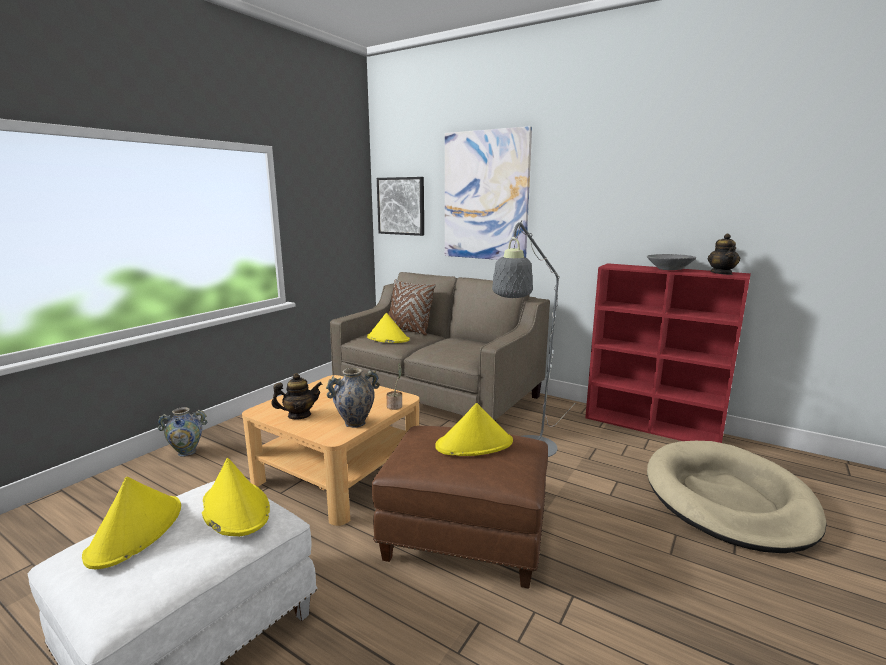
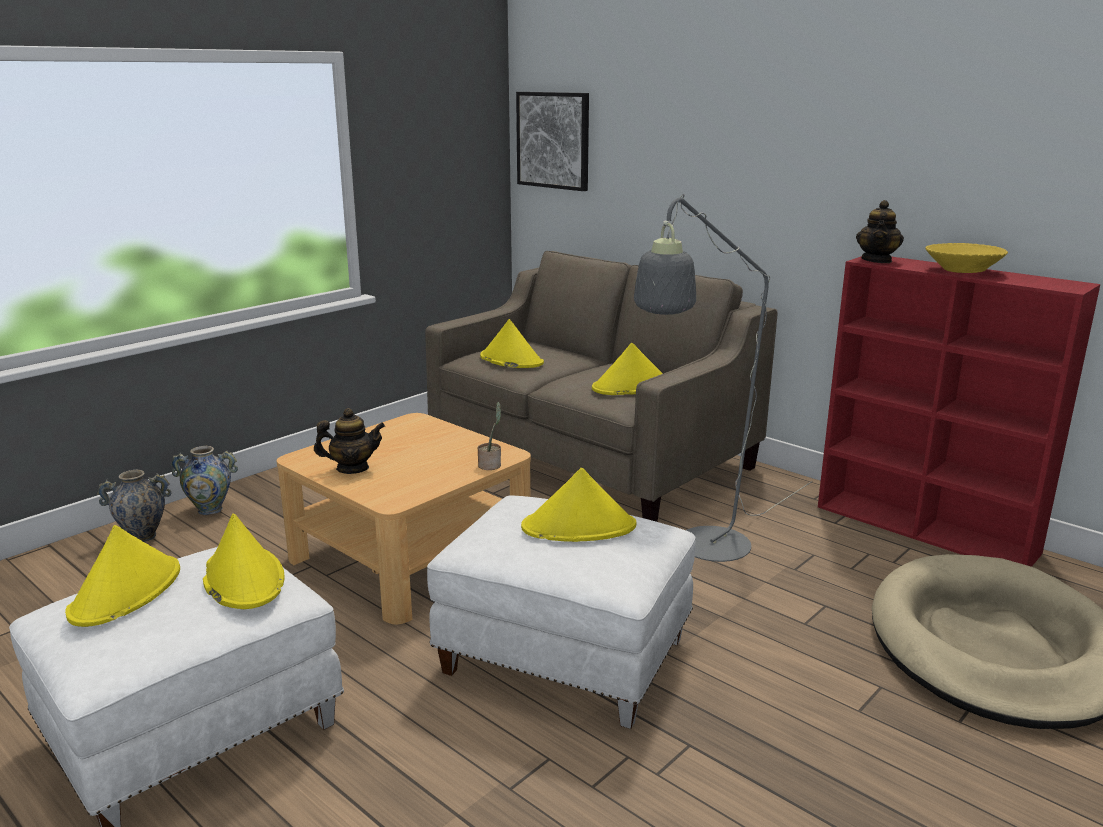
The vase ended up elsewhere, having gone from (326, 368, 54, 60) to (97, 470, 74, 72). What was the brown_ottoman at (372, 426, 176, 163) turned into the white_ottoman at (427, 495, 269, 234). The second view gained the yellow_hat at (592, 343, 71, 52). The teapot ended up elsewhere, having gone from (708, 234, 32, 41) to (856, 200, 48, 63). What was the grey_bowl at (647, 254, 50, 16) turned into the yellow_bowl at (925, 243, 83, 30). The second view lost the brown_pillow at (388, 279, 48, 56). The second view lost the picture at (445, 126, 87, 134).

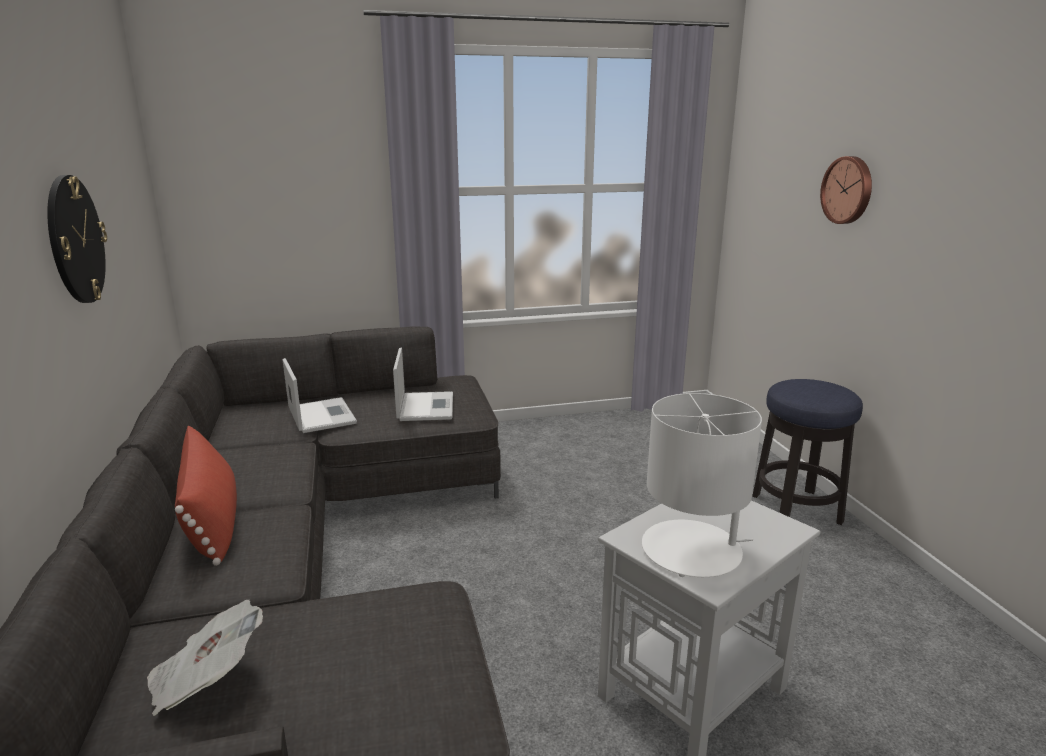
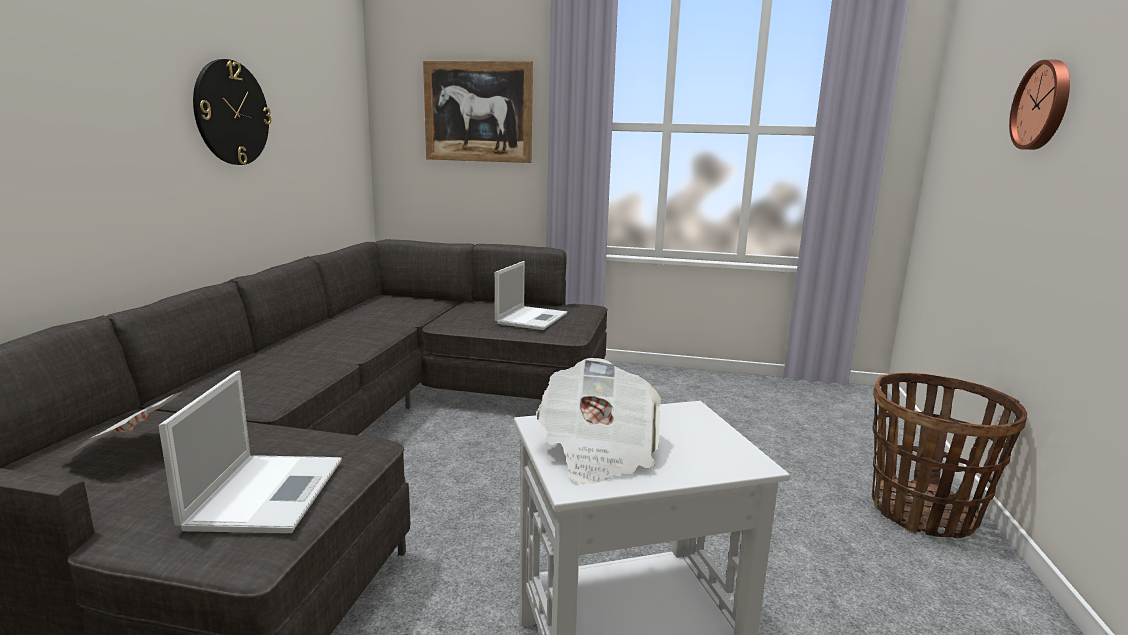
The laptop ended up elsewhere, having gone from (283, 358, 74, 75) to (159, 370, 183, 163). The second view gained the picture at (423, 61, 110, 102). Where the white_table_lamp stood at (642, 393, 120, 184), the newspaper came to stand at (536, 358, 125, 126). Where the stool stood at (752, 379, 111, 146), the basket came to stand at (872, 372, 155, 166). The second view lost the red_pillow at (175, 426, 62, 140).

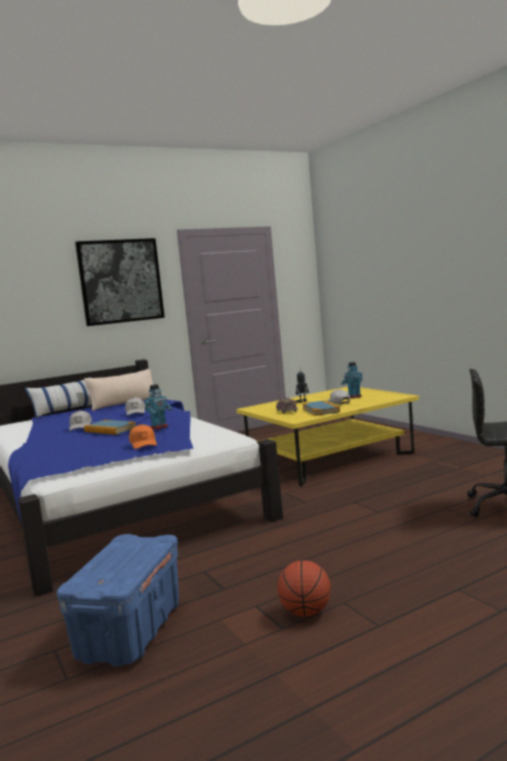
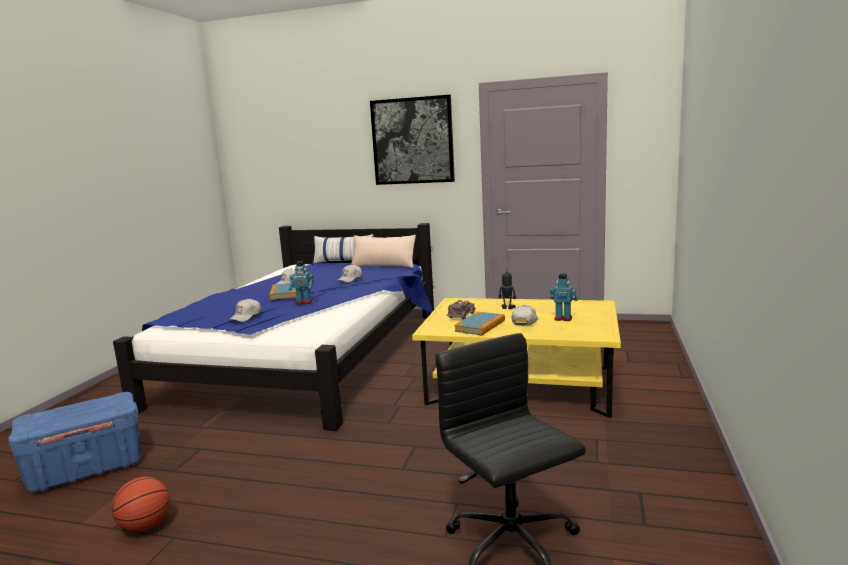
What was the orange_cap at (129, 424, 28, 25) turned into the white_cap at (229, 298, 32, 24).

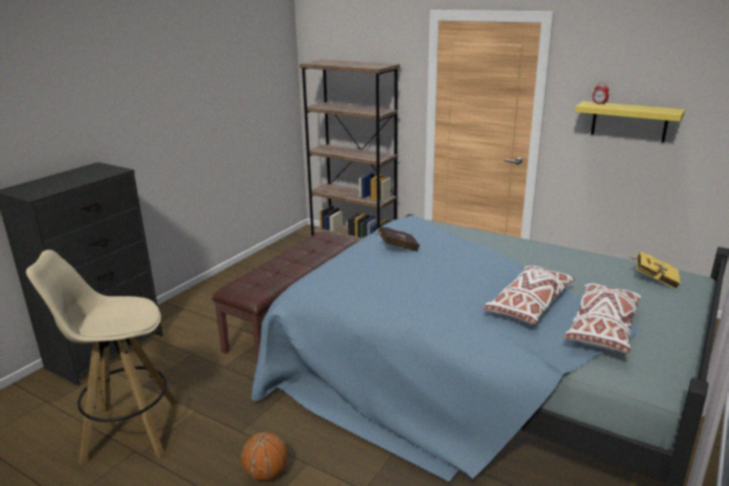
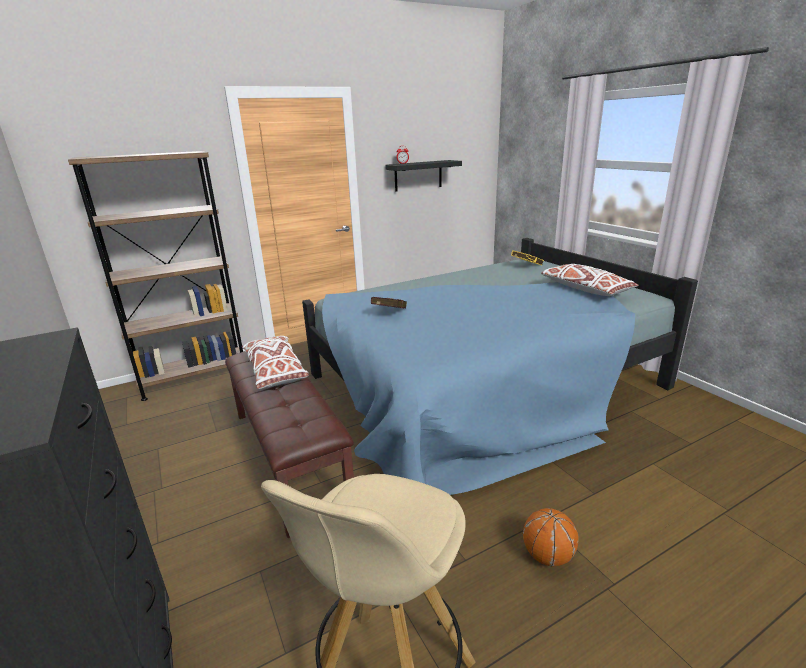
The white_pillow ended up elsewhere, having gone from (483, 266, 92, 58) to (242, 336, 67, 53). What was the yellow_shelf at (575, 101, 110, 41) turned into the black_shelf at (385, 160, 77, 32).

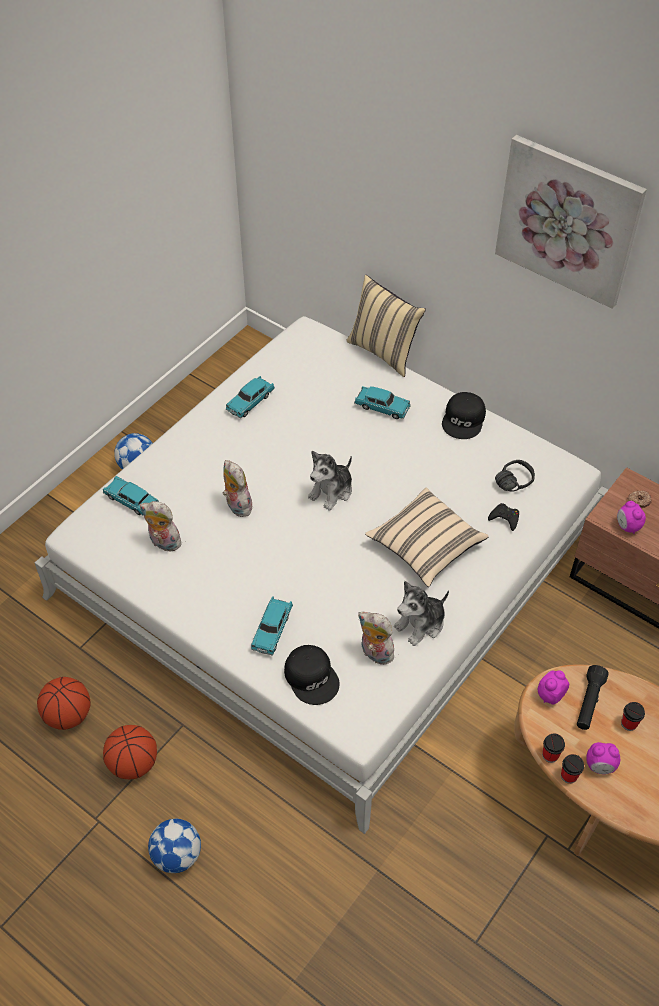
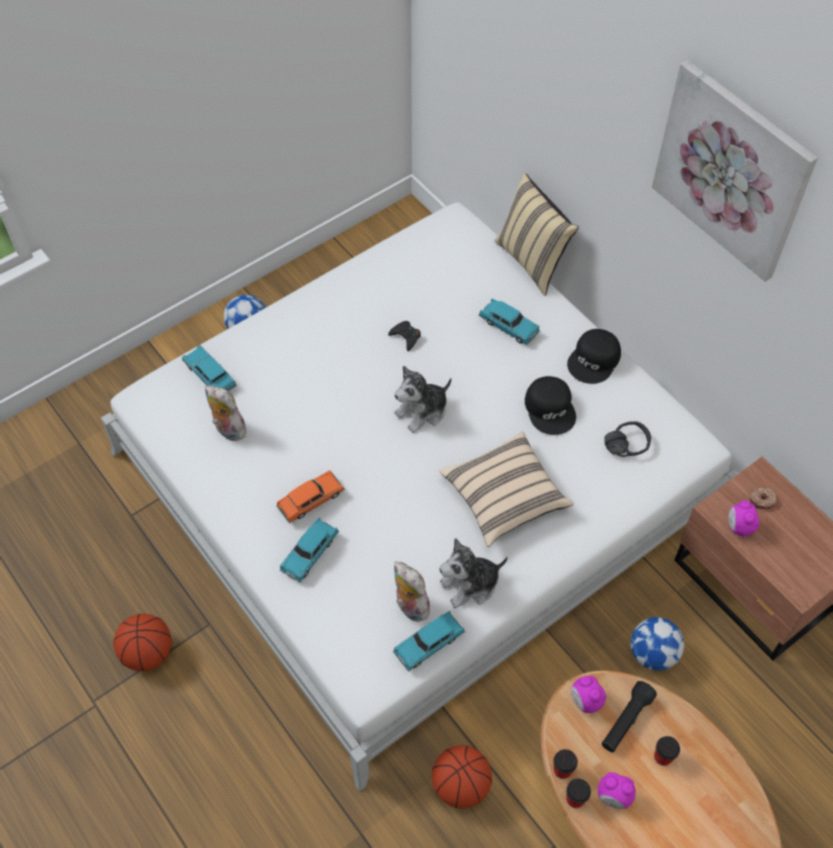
The second view gained the orange_toy_car at (276, 470, 69, 54). The black_game_controller ended up elsewhere, having gone from (488, 503, 31, 28) to (388, 321, 33, 30). The turquoise_toy_car ended up elsewhere, having gone from (226, 376, 49, 42) to (393, 611, 72, 61). The basketball ended up elsewhere, having gone from (37, 677, 54, 53) to (432, 745, 60, 63). The black_cap ended up elsewhere, having gone from (284, 645, 55, 60) to (525, 376, 51, 59). The alarm_clock at (538, 670, 31, 34) ended up facing another way, 90 degrees counterclockwise from before. The football ended up elsewhere, having gone from (148, 819, 53, 54) to (630, 617, 54, 54). The second view lost the plush_toy at (222, 460, 31, 57).

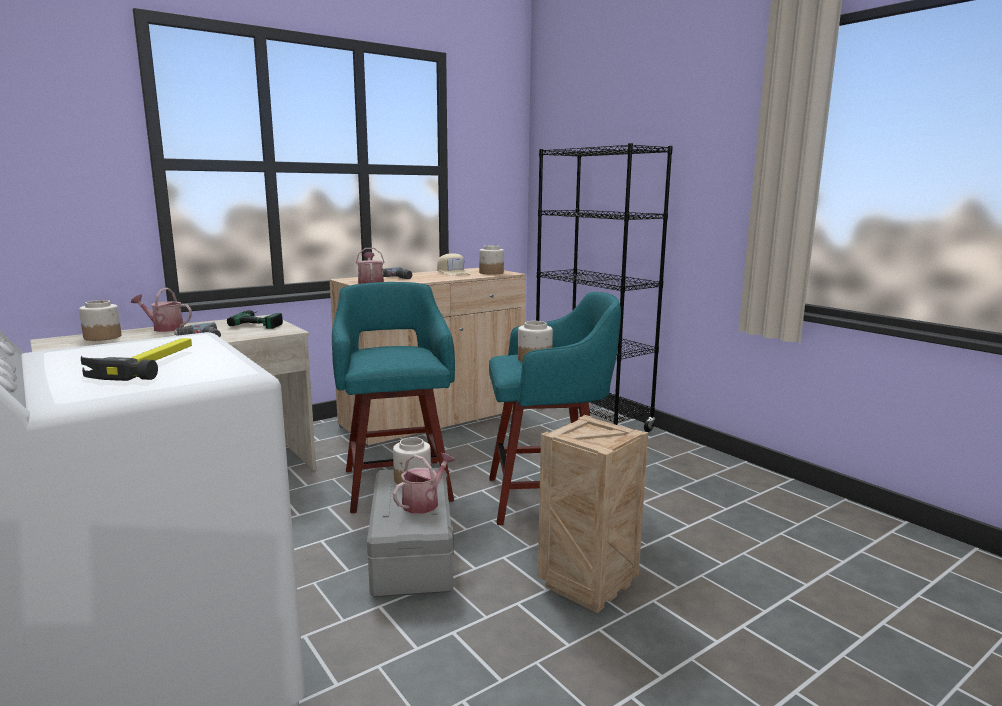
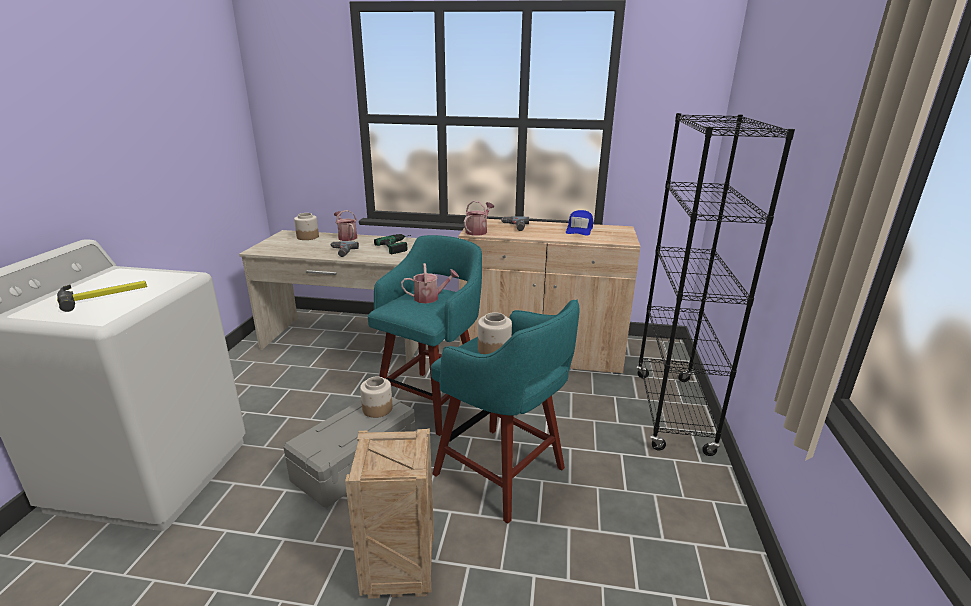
The watering_can ended up elsewhere, having gone from (393, 453, 62, 61) to (401, 263, 58, 41). What was the beige_cap at (437, 253, 35, 23) turned into the blue_cap at (566, 210, 27, 26). The second view lost the jar at (479, 245, 25, 30).

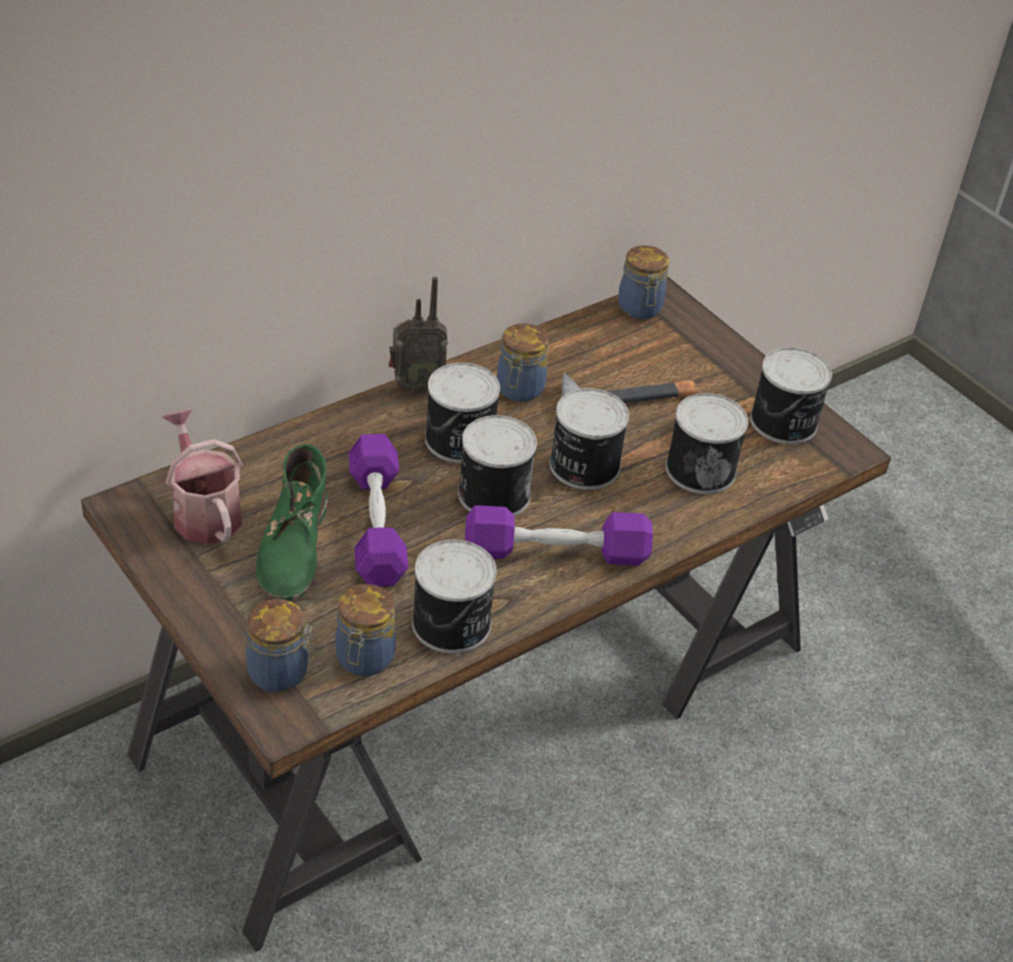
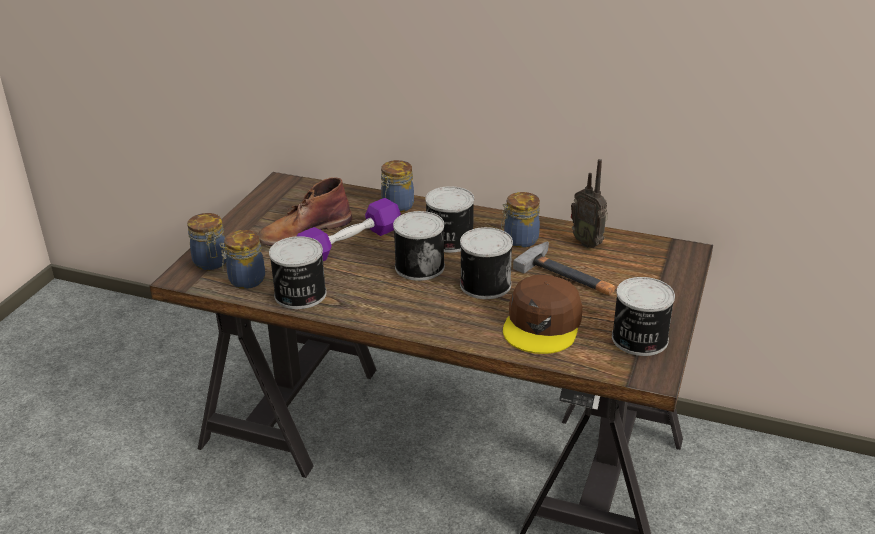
What was the green_boot at (256, 444, 72, 157) turned into the brown_boot at (258, 177, 94, 69). The jar ended up elsewhere, having gone from (618, 245, 51, 74) to (381, 160, 33, 52). Where the can stood at (666, 393, 82, 101), the brown_cap came to stand at (503, 275, 80, 79). The radio ended up elsewhere, having gone from (389, 277, 59, 117) to (571, 159, 37, 89). The second view lost the watering_can at (162, 409, 81, 135). The second view lost the purple_dumbbell at (465, 505, 188, 61).

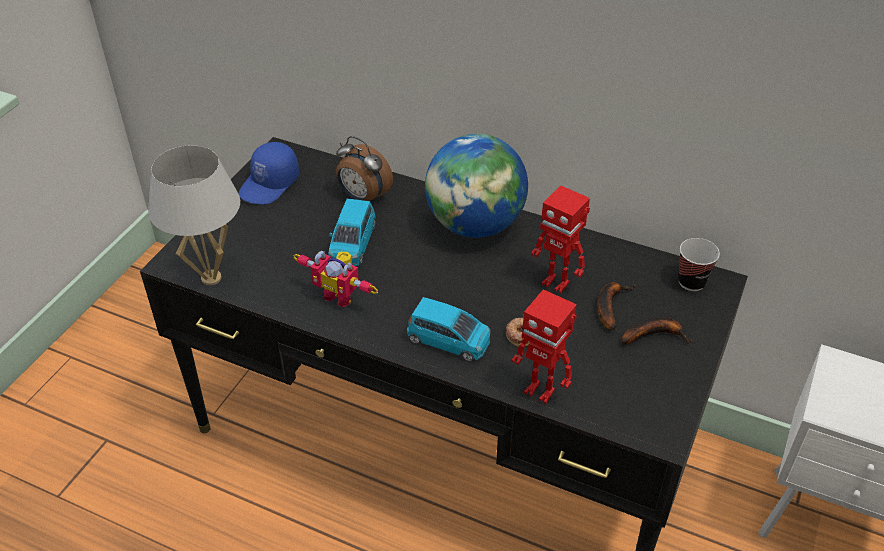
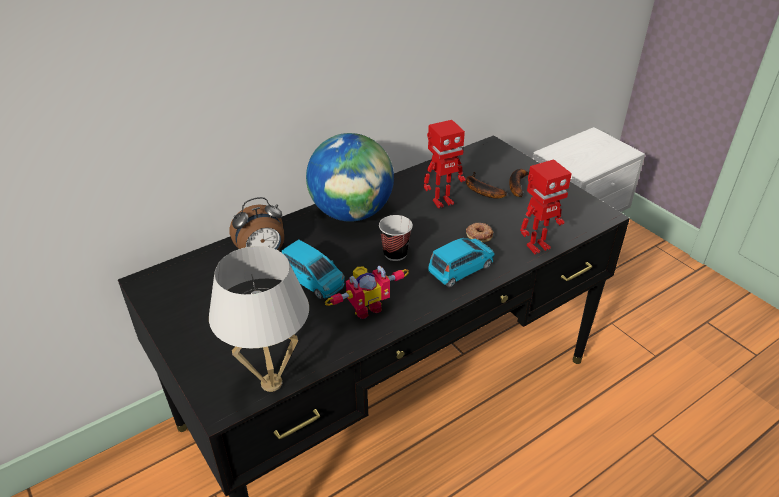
The cup ended up elsewhere, having gone from (678, 238, 42, 53) to (379, 215, 34, 46). The second view lost the blue_cap at (238, 142, 61, 63).

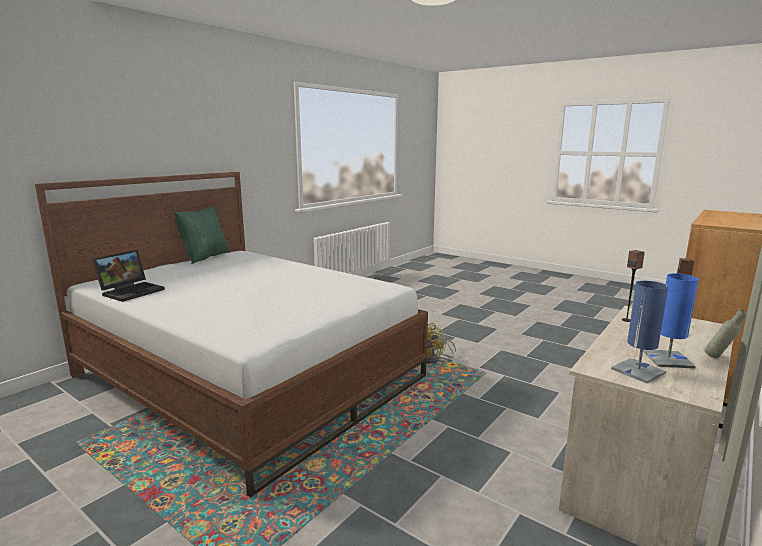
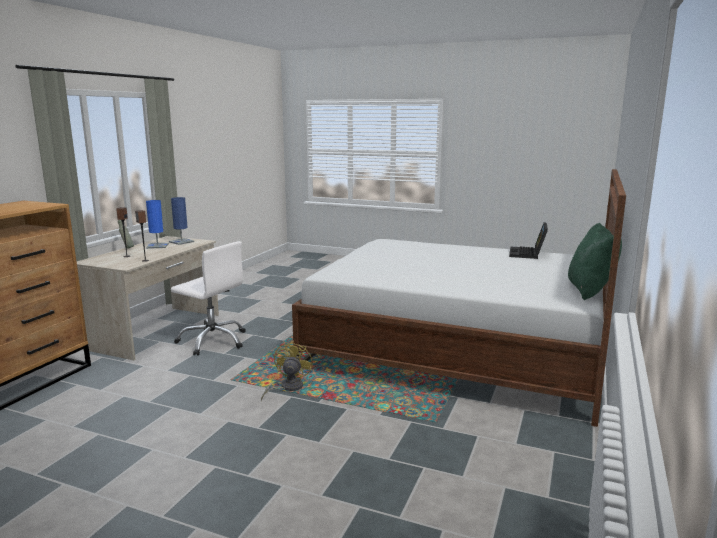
The second view gained the white_office_chair at (171, 241, 75, 115).

